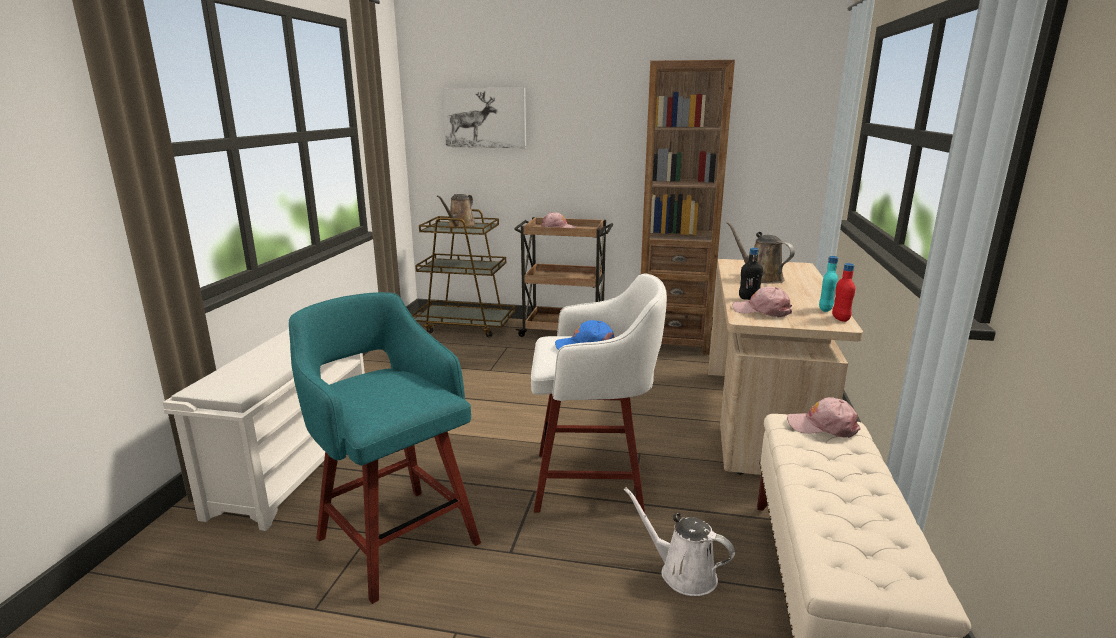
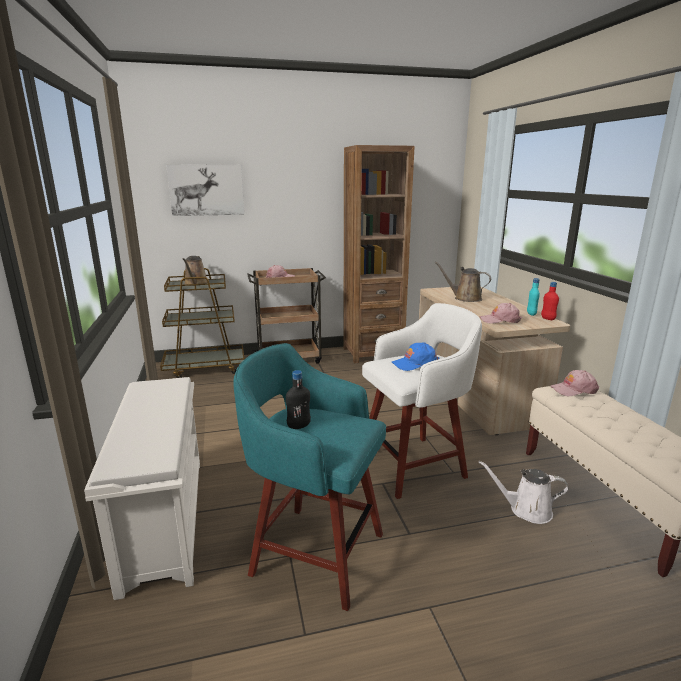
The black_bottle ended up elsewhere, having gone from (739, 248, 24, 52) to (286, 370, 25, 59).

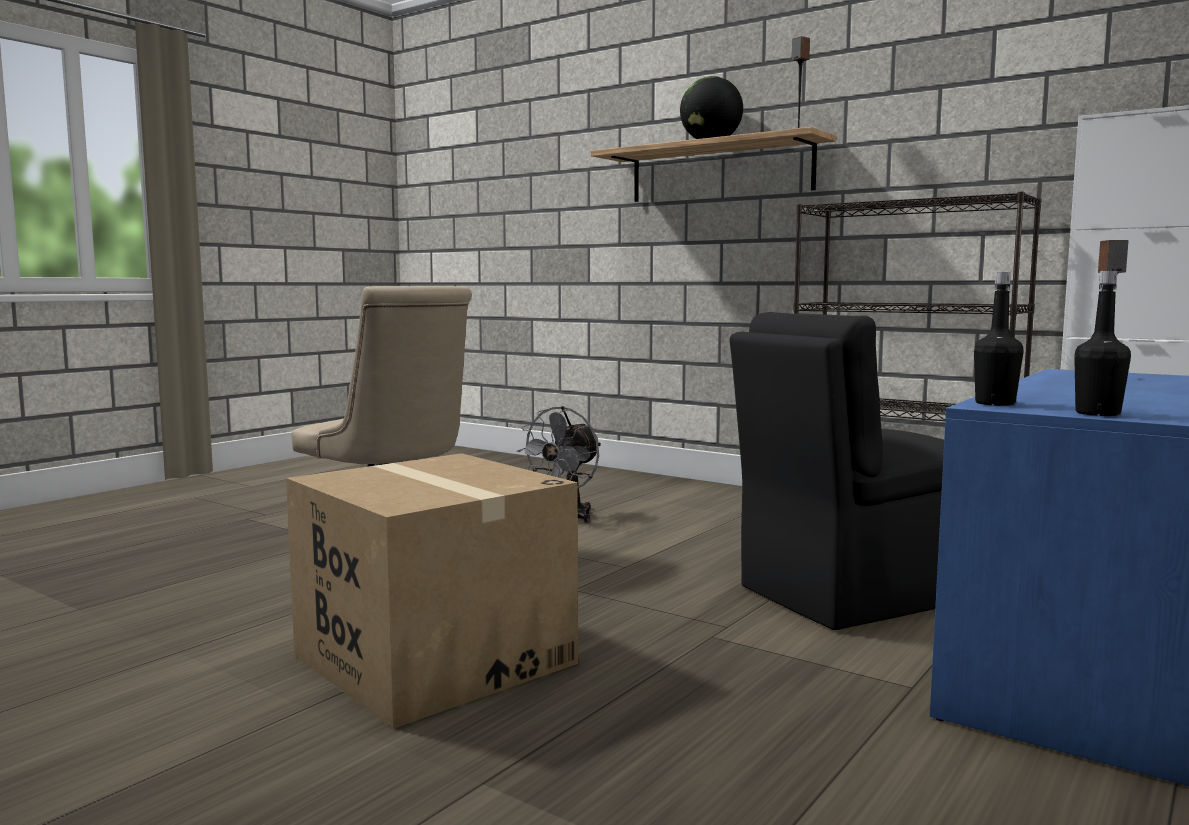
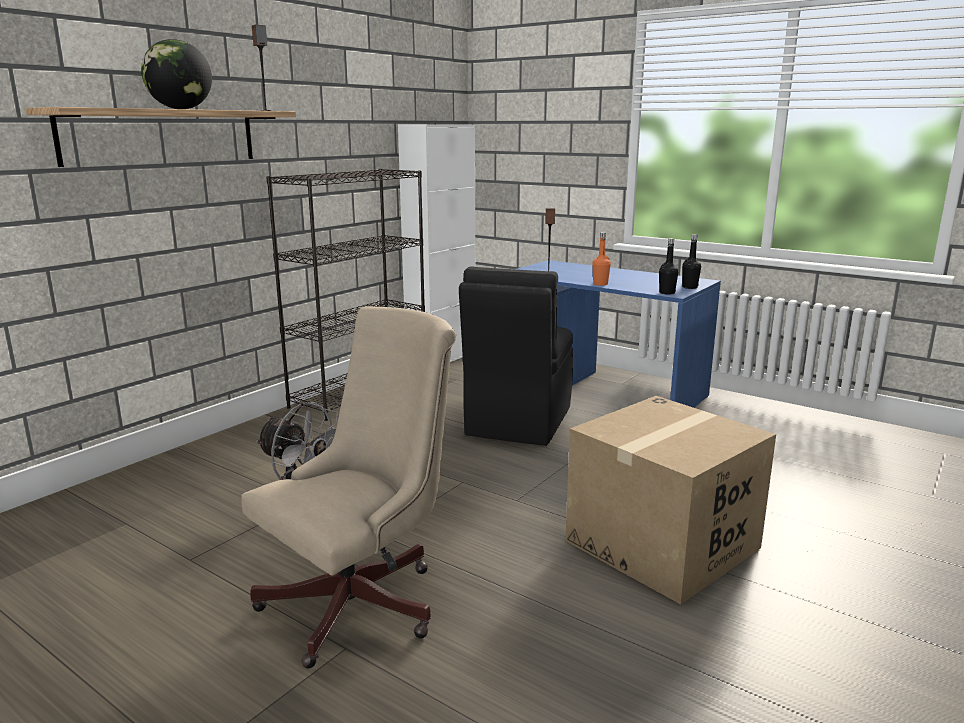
The black_chair at (730, 312, 214, 318) ended up facing another way, 45 degrees clockwise from before. The second view gained the orange_bottle at (593, 232, 18, 54).

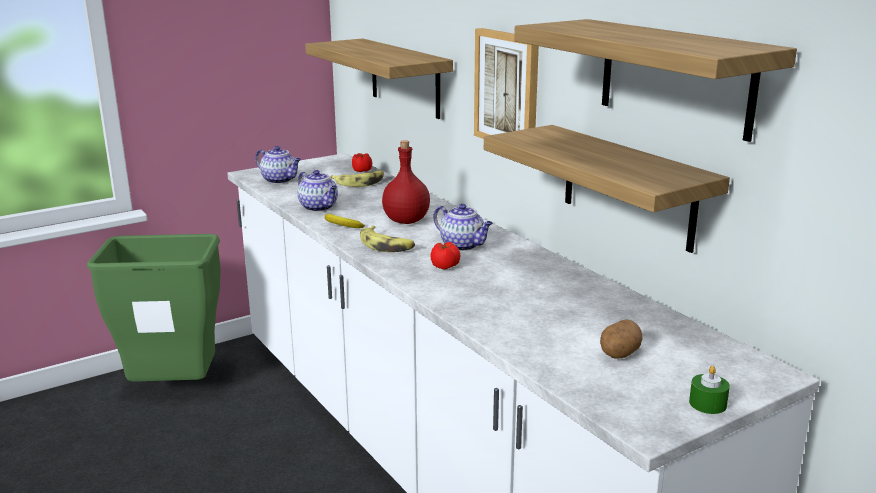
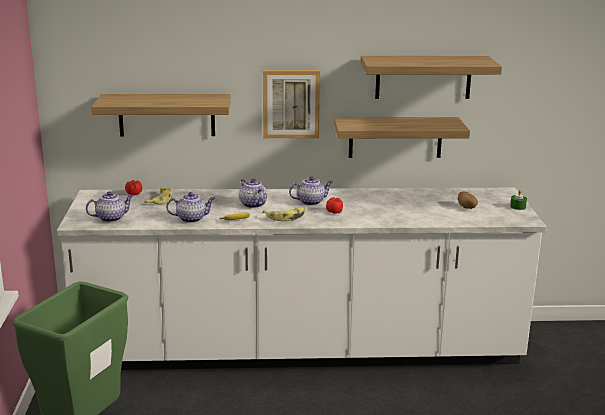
Where the red_bottle stood at (382, 140, 48, 84), the teapot came to stand at (239, 179, 28, 29).

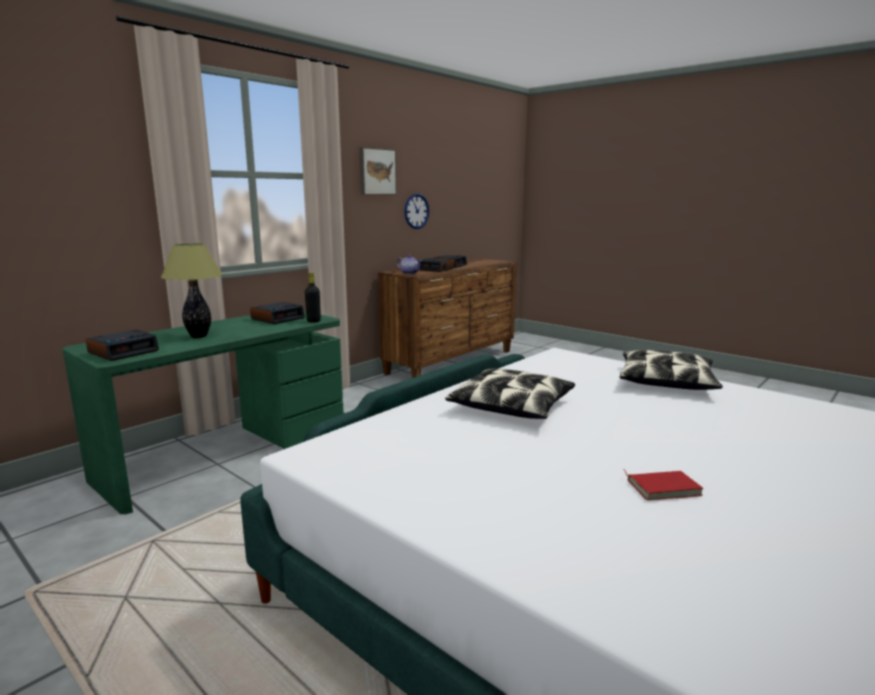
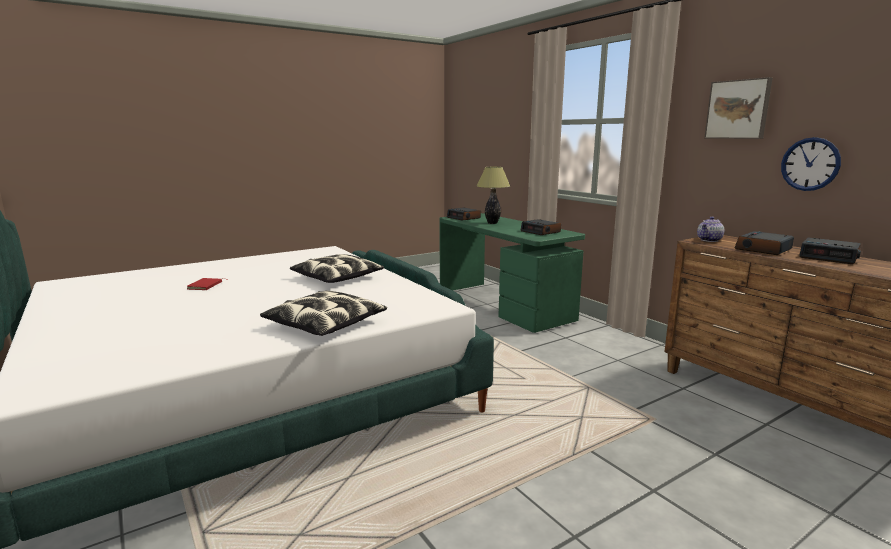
The second view lost the black_bottle at (305, 272, 16, 50).

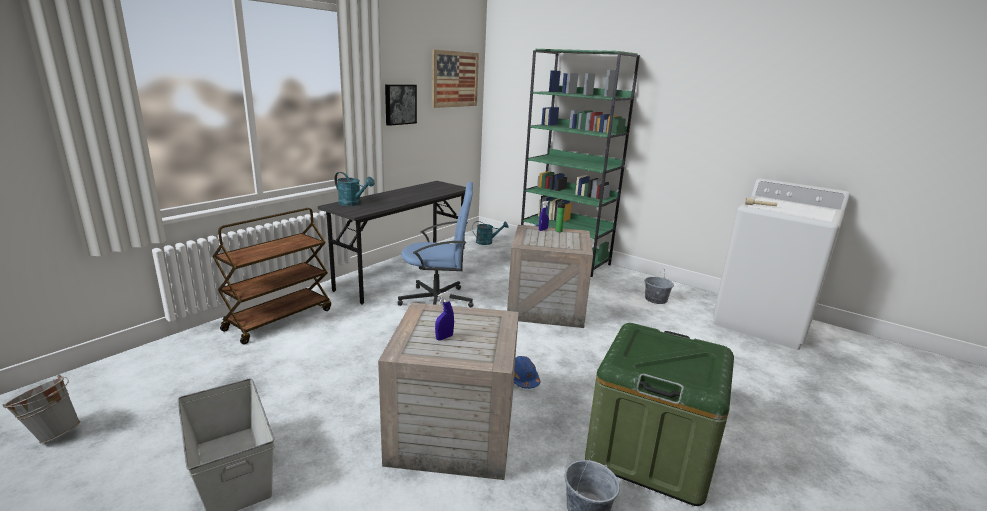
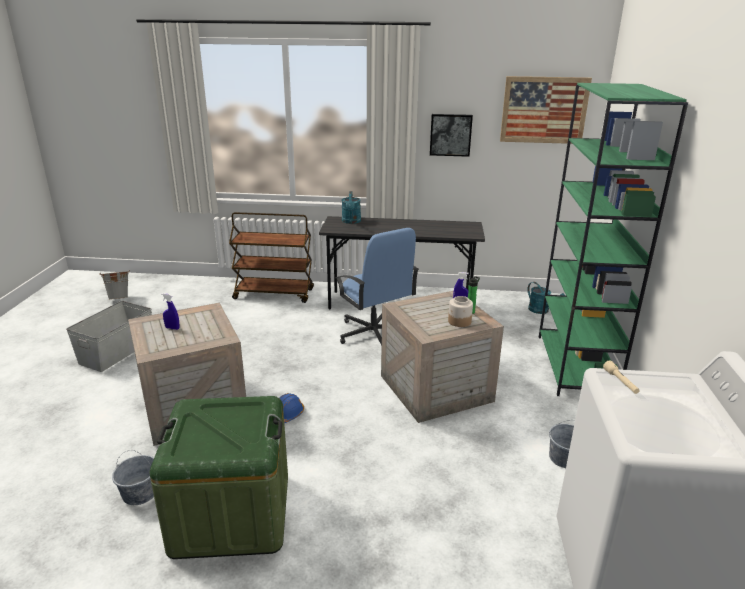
The second view gained the jar at (448, 296, 25, 31).

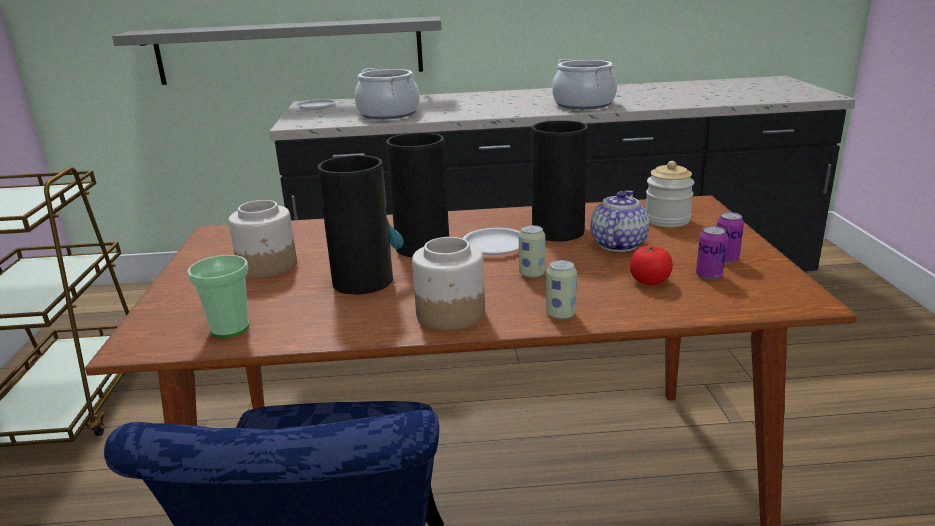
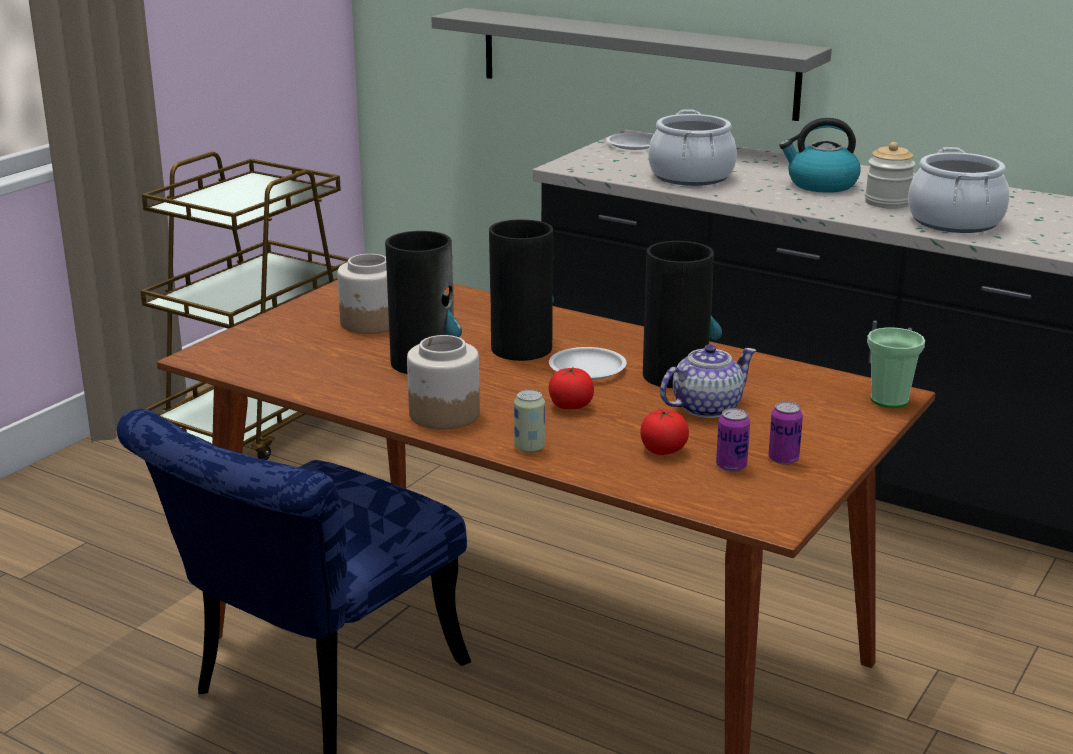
Where the can stood at (519, 225, 26, 53), the tomato came to stand at (549, 366, 45, 43). The second view gained the kettle at (779, 118, 81, 75). The jar ended up elsewhere, having gone from (645, 161, 49, 66) to (865, 142, 51, 67). The cup ended up elsewhere, having gone from (187, 255, 62, 82) to (867, 327, 58, 81).

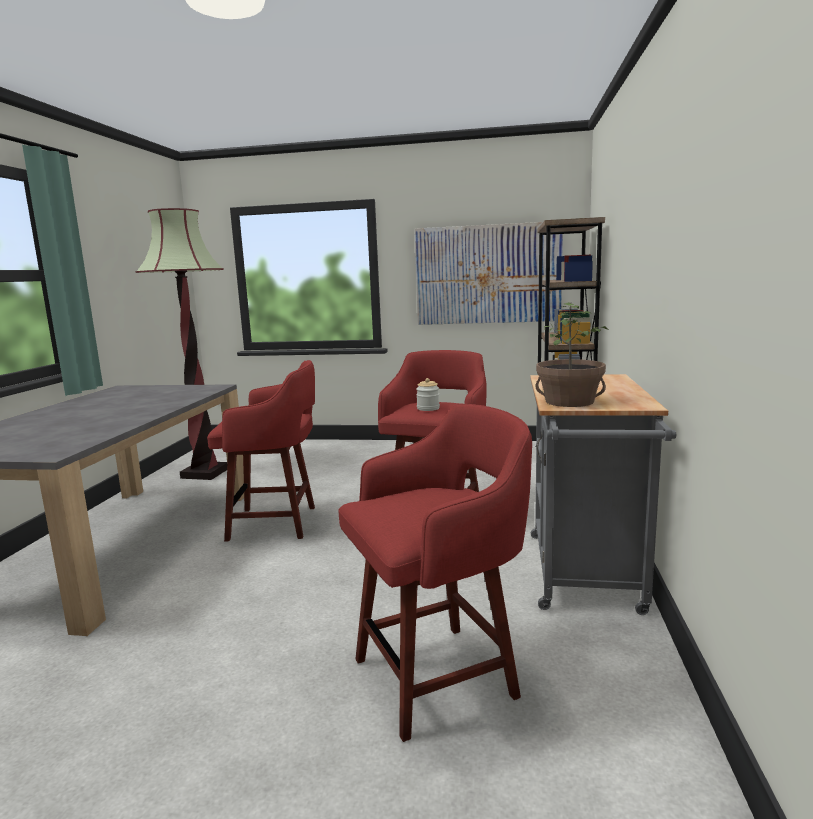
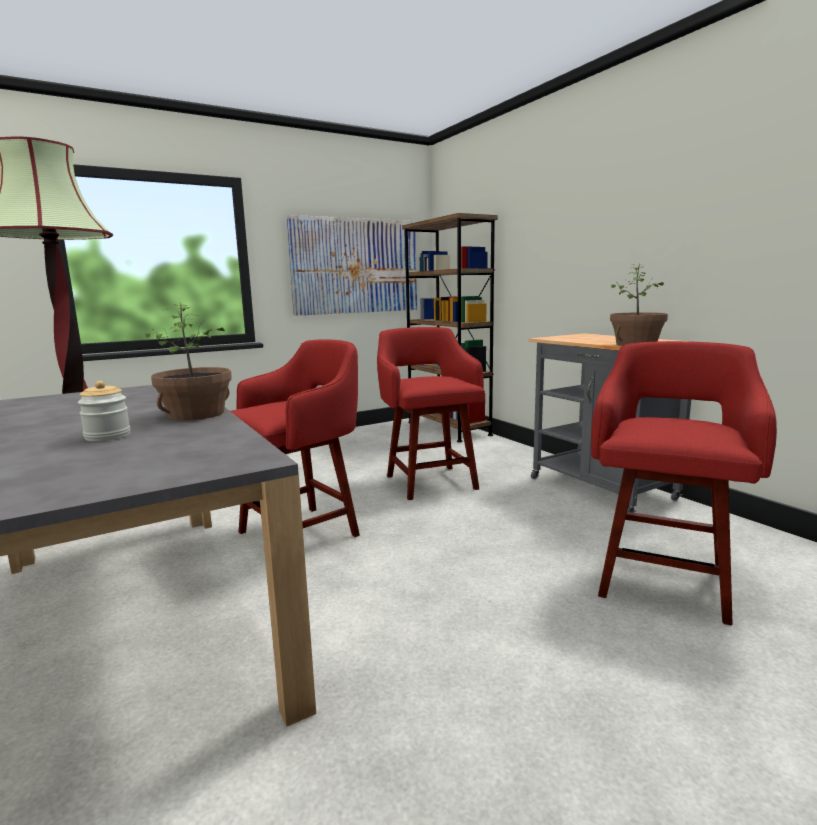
The jar ended up elsewhere, having gone from (416, 378, 24, 33) to (78, 381, 53, 60). The second view gained the potted_plant at (145, 303, 87, 118).

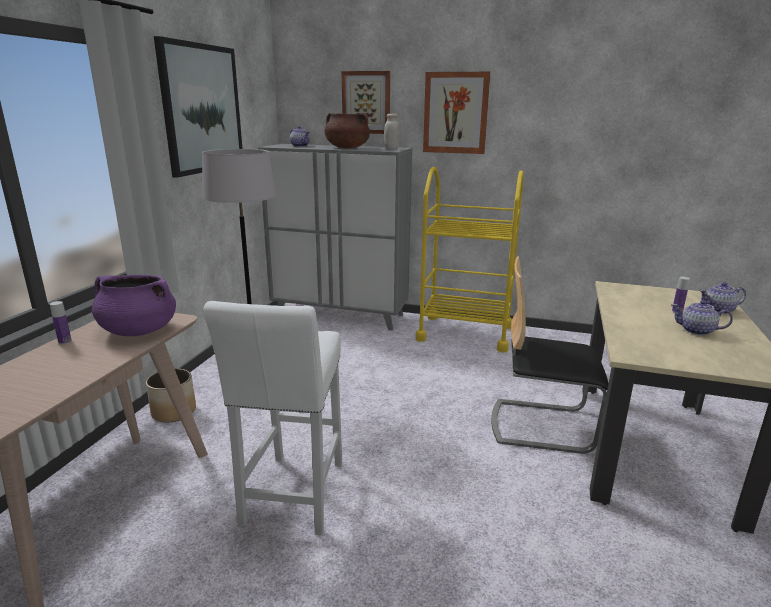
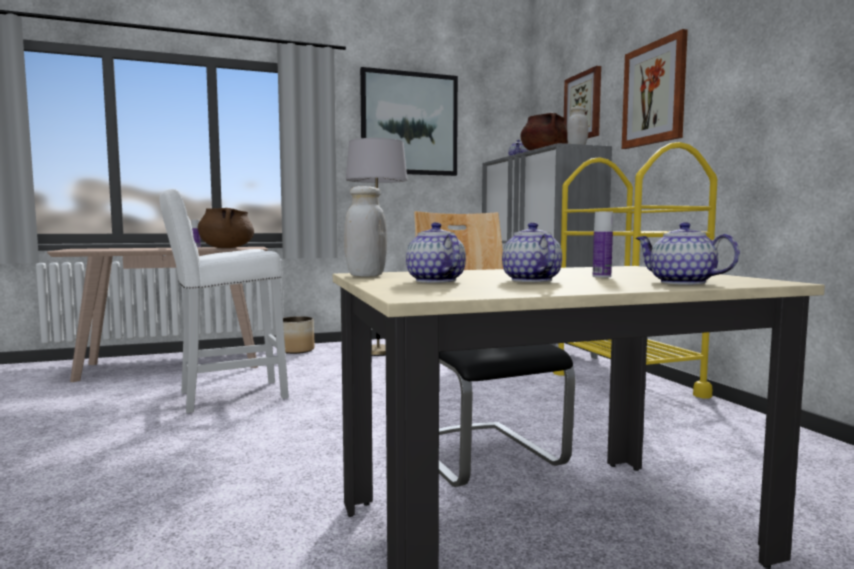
What was the purple_cooking_pot at (92, 275, 84, 61) turned into the brown_cooking_pot at (198, 208, 56, 40). The second view gained the white_jar at (344, 186, 43, 91). The second view gained the teapot at (406, 222, 60, 61).

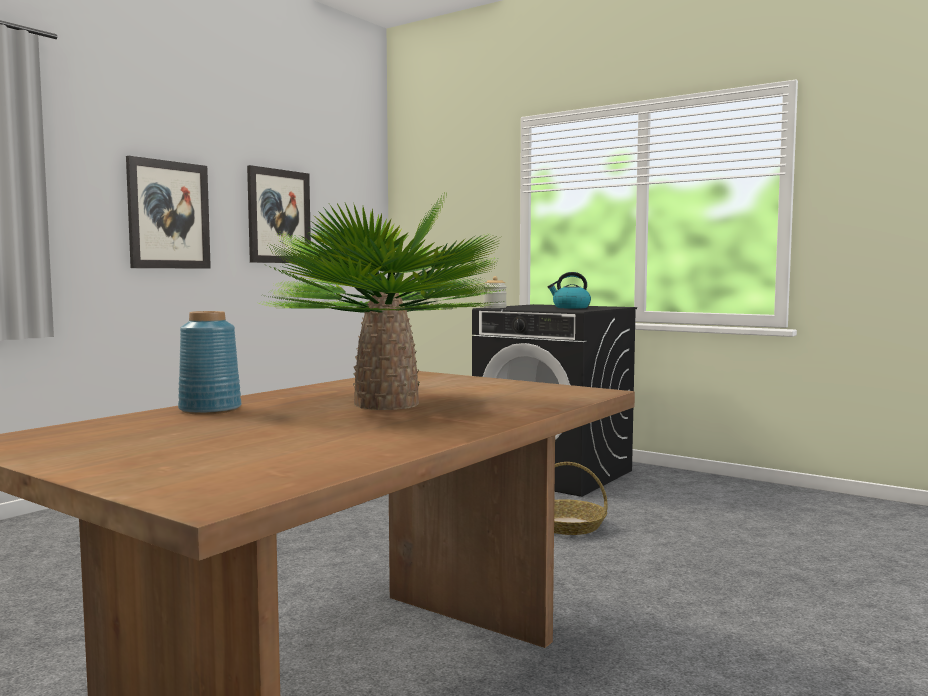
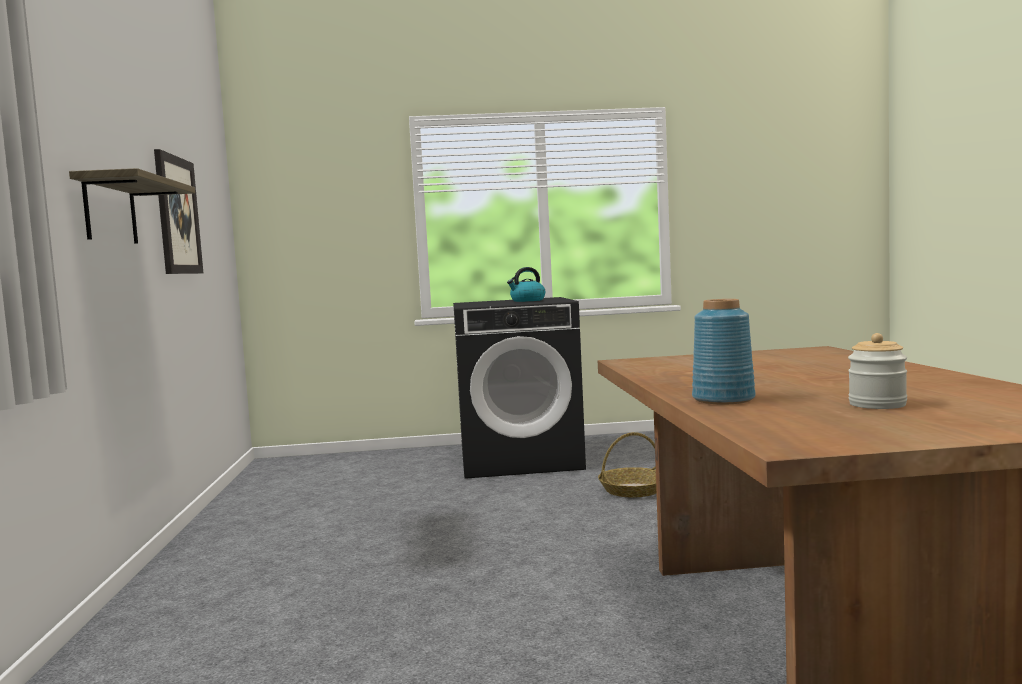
Where the picture hung at (126, 156, 85, 113), the shelf came to hang at (69, 168, 126, 76). The jar ended up elsewhere, having gone from (484, 276, 23, 32) to (848, 333, 59, 76). The second view lost the potted_plant at (261, 192, 247, 218).

